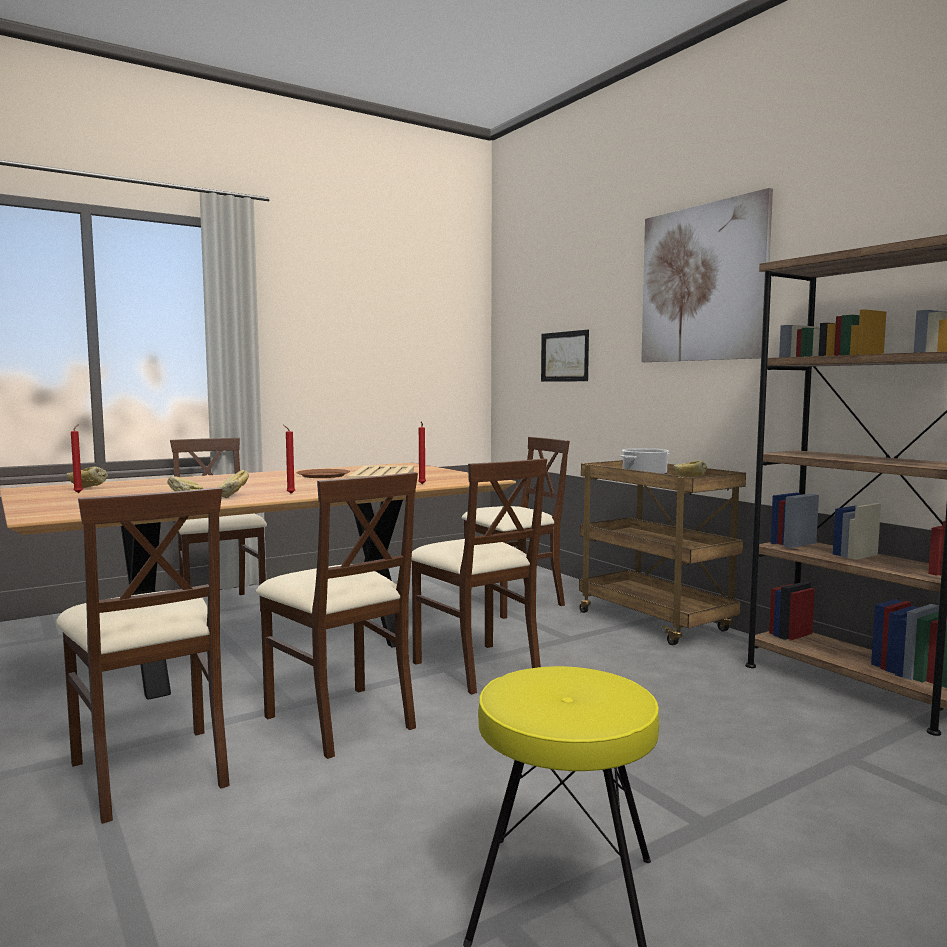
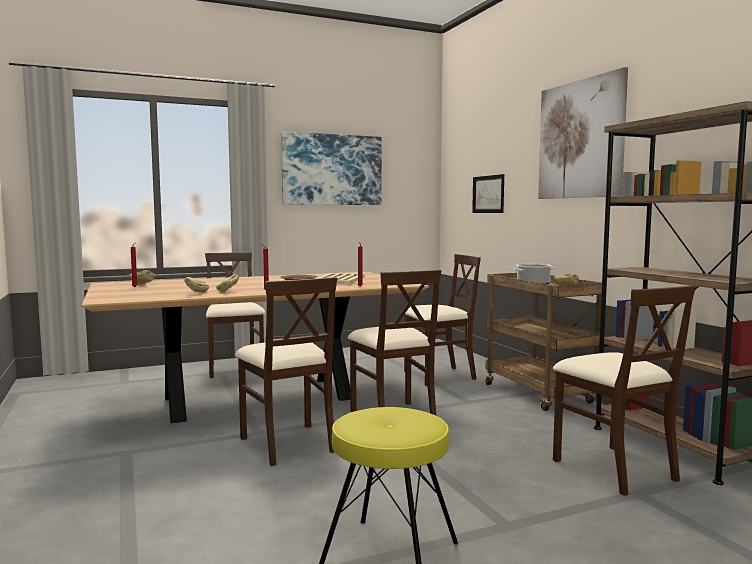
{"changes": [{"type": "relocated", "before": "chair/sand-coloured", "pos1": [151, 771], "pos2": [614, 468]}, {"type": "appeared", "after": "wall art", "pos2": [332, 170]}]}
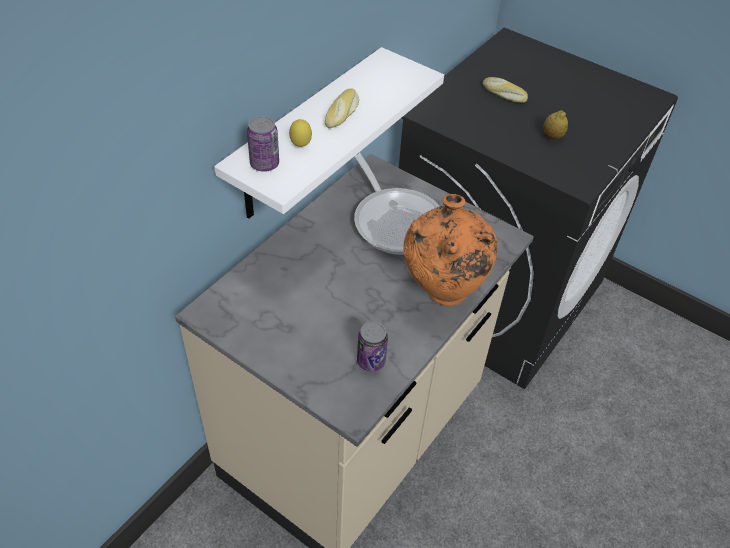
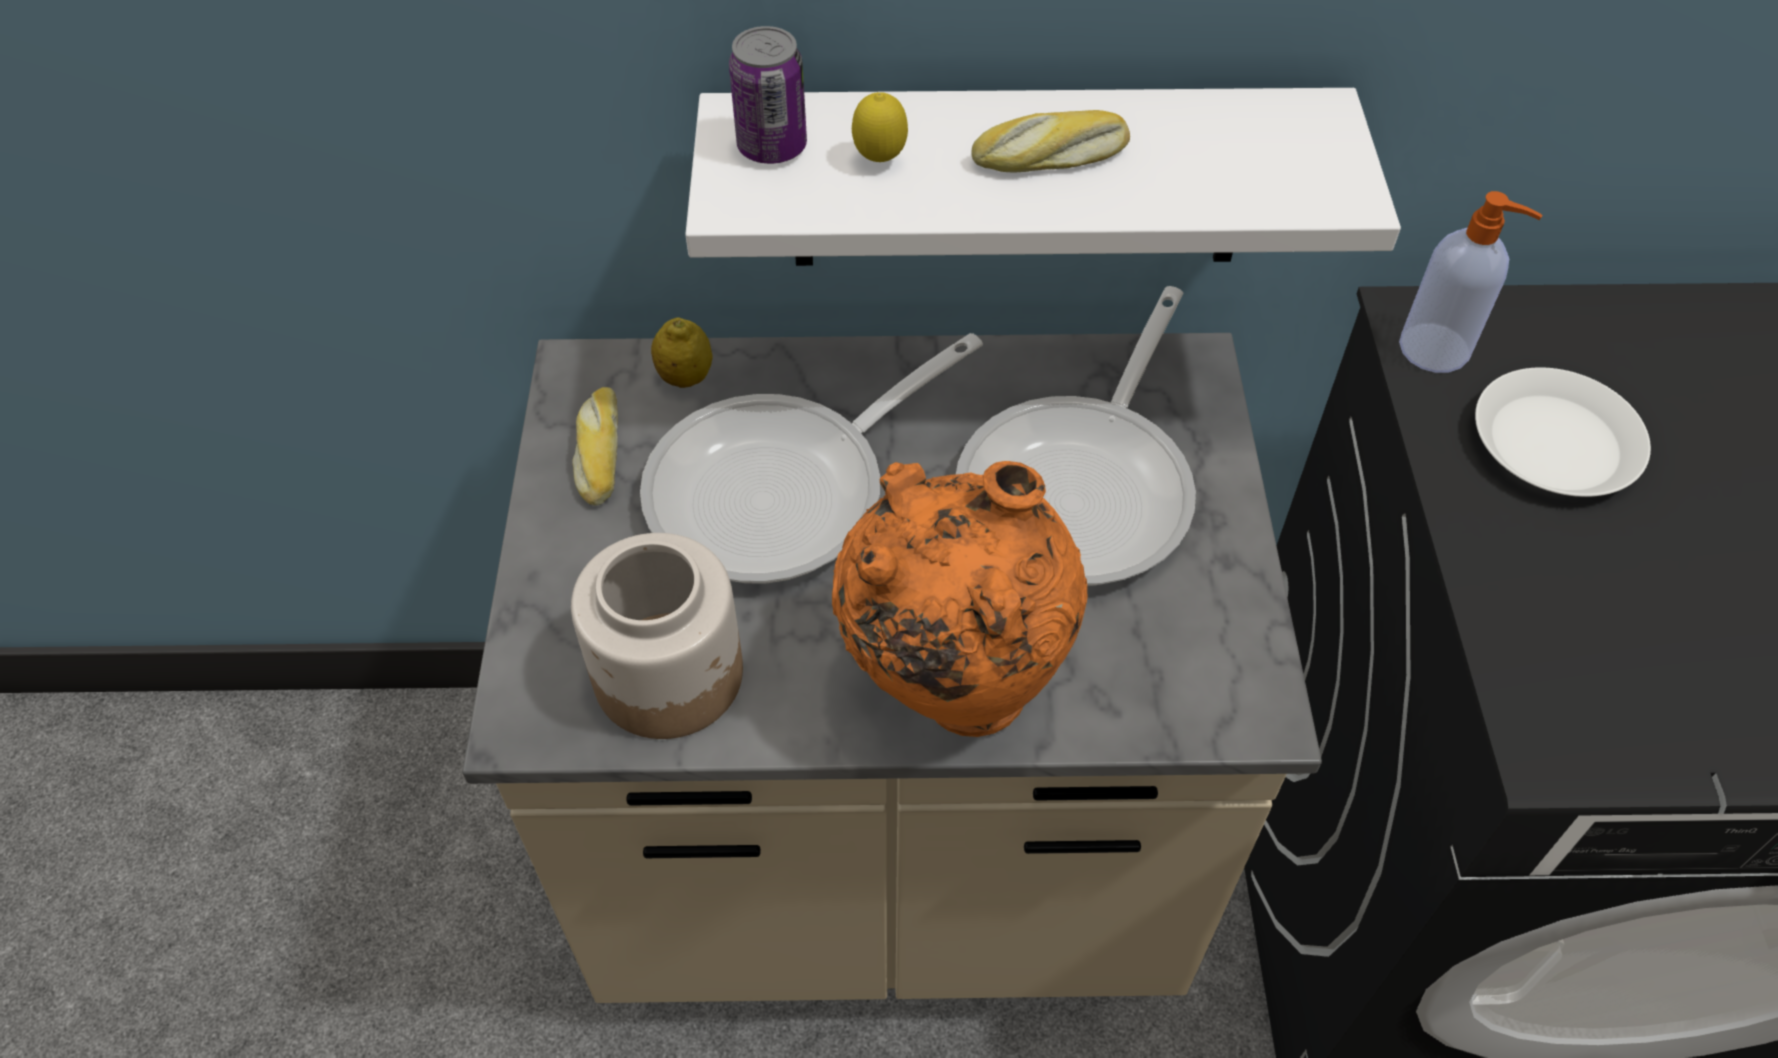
{"changes": [{"type": "exchanged", "before": "sealed can", "after": "jar", "pos1": [371, 361], "pos2": [671, 675]}, {"type": "relocated", "before": "bread", "pos1": [503, 95], "pos2": [598, 454]}, {"type": "relocated", "before": "lemon", "pos1": [552, 137], "pos2": [685, 377]}, {"type": "appeared", "after": "skillet", "pos2": [785, 490]}, {"type": "appeared", "after": "liquid soap bottle", "pos2": [1437, 350]}, {"type": "appeared", "after": "flat dish/whitish", "pos2": [1555, 444]}]}
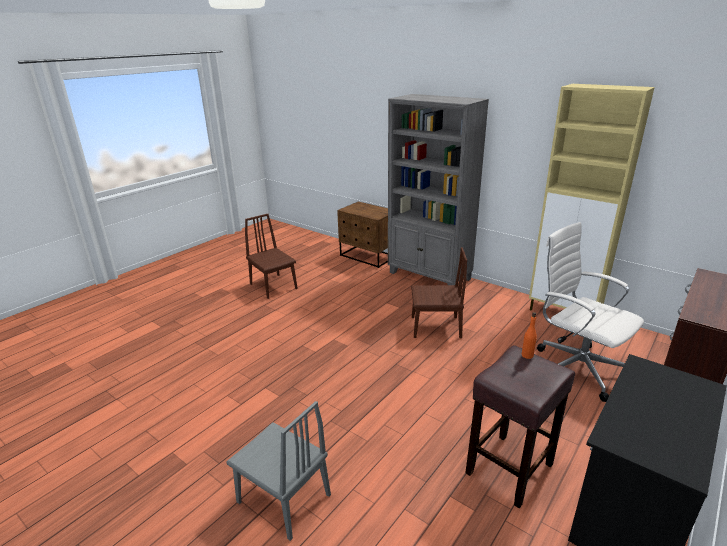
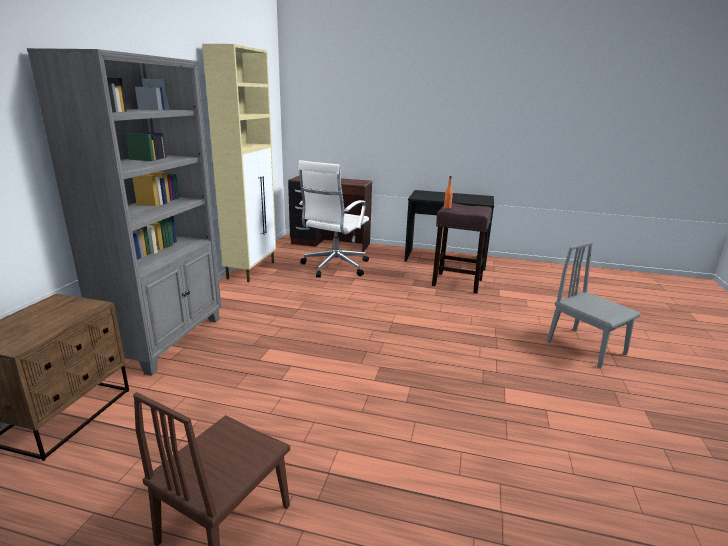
{"changes": [{"type": "spun", "before": "chair/gray", "pos1": [283, 498], "pos2": [586, 347], "turn": -45}, {"type": "missing", "before": "chair/brown-coloured", "pos1": [435, 327]}]}
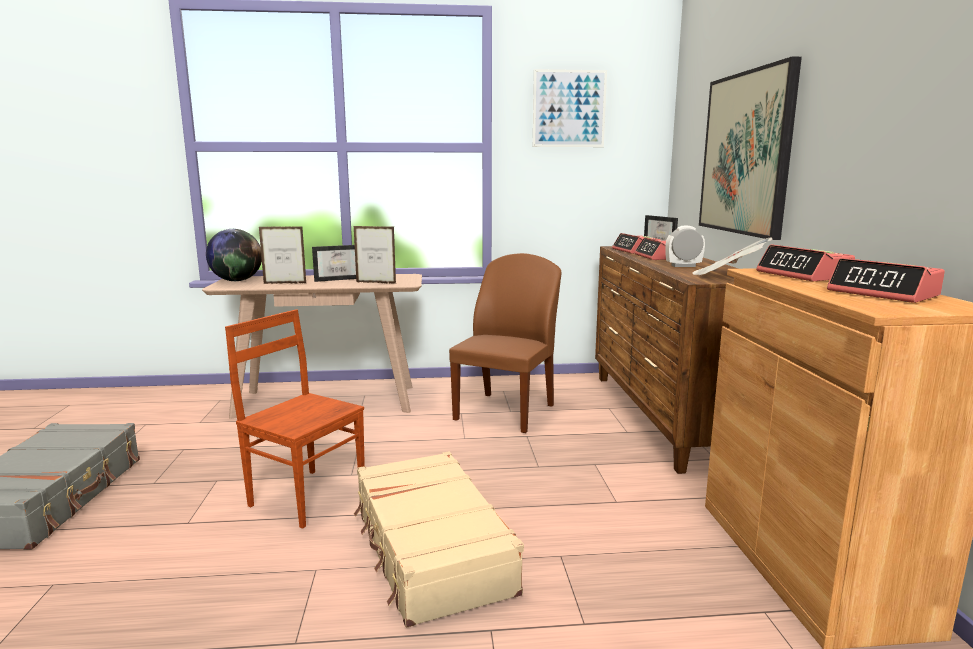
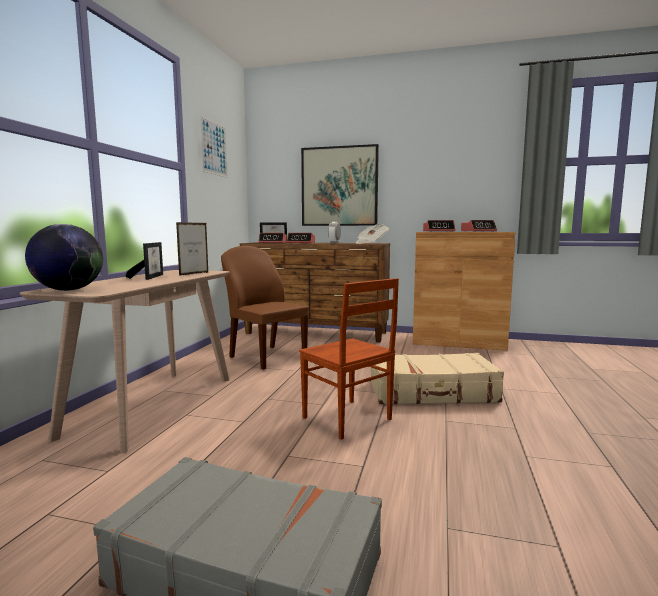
{"changes": [{"type": "spun", "before": "chair/brown-coloured", "pos1": [307, 496], "pos2": [347, 419], "turn": -90}, {"type": "missing", "before": "picture frame", "pos1": [285, 283]}]}
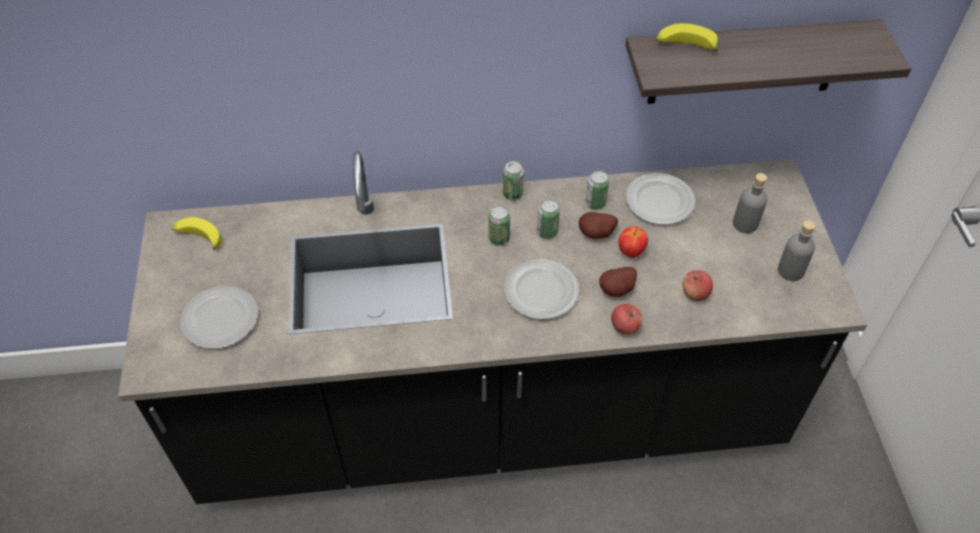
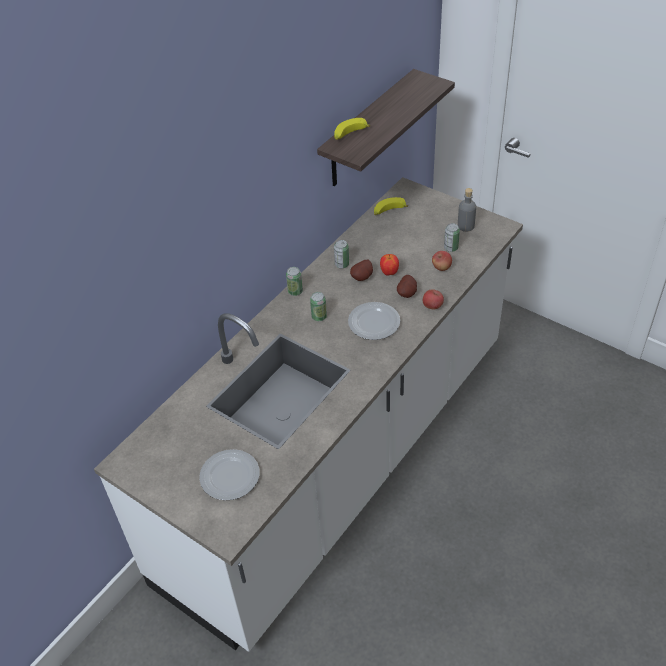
{"changes": [{"type": "colour", "before": "counter/black-coloured", "after": "counter/whitish", "pos1": [490, 416], "pos2": [341, 459]}, {"type": "relocated", "before": "banana fruit", "pos1": [198, 238], "pos2": [388, 211]}, {"type": "relocated", "before": "sealed can", "pos1": [547, 232], "pos2": [451, 248]}, {"type": "missing", "before": "flat dish", "pos1": [659, 202]}, {"type": "missing", "before": "bottle/gray", "pos1": [745, 224]}]}
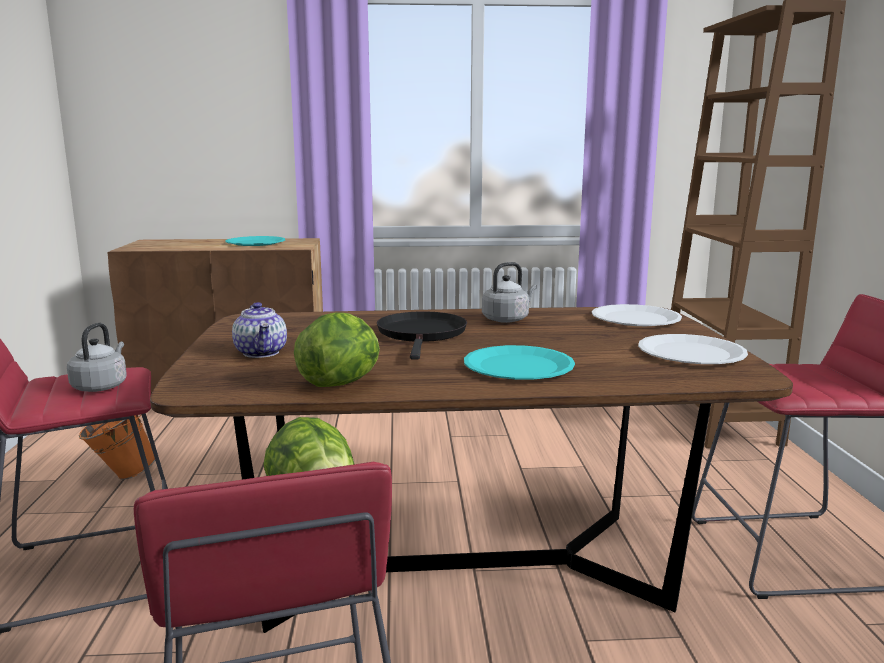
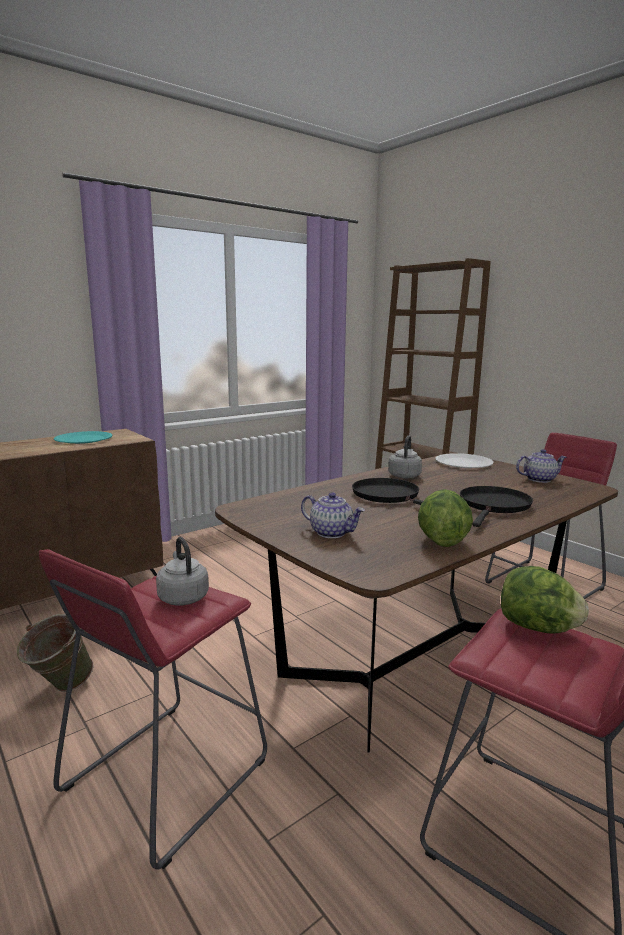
{"changes": [{"type": "colour", "before": "bucket/orange-coloured", "after": "bucket/green-coloured", "pos1": [121, 476], "pos2": [59, 688]}, {"type": "exchanged", "before": "flat dish/blue-green", "after": "skillet/black-coloured", "pos1": [519, 366], "pos2": [494, 506]}, {"type": "exchanged", "before": "flat dish/whitish", "after": "tea pot", "pos1": [691, 353], "pos2": [539, 479]}]}
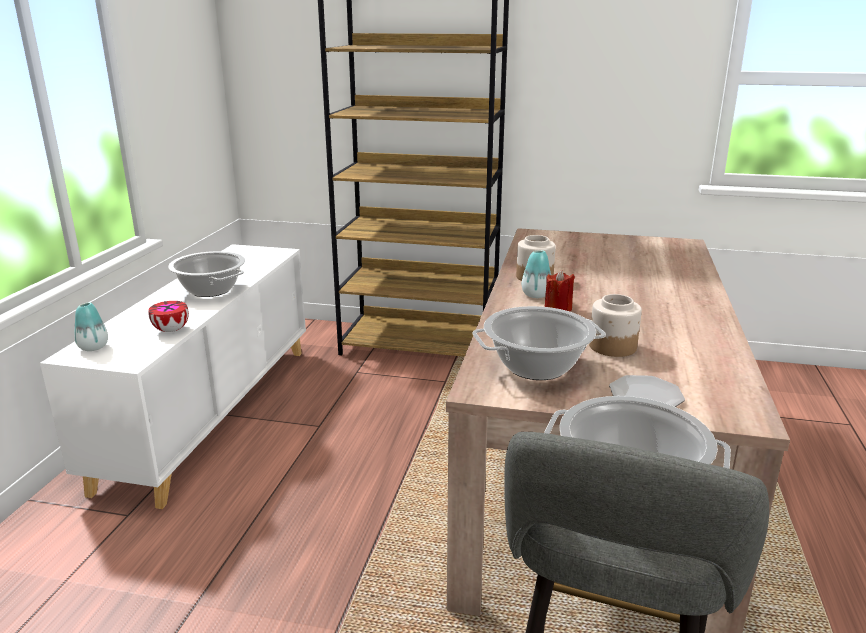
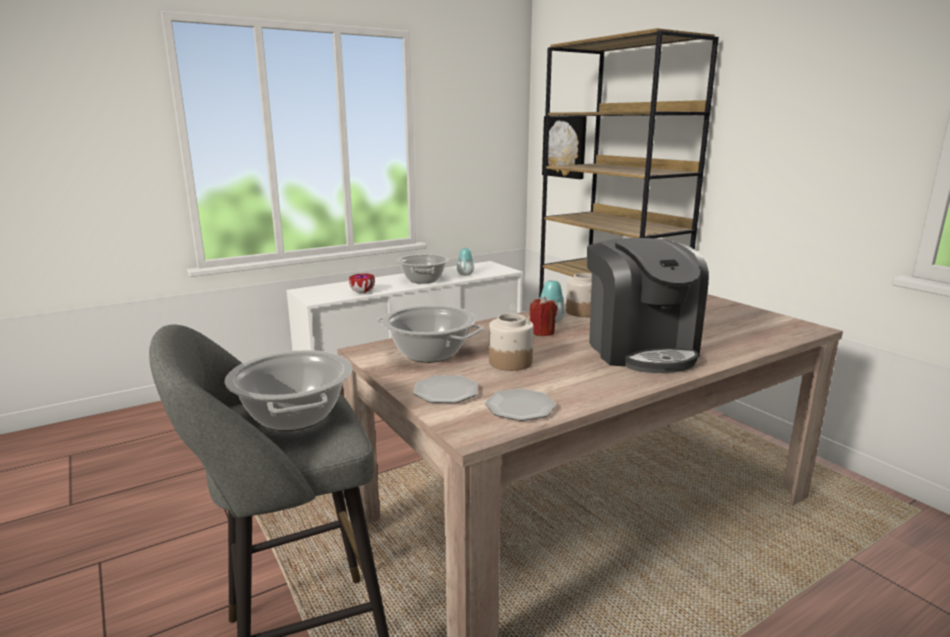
{"changes": [{"type": "relocated", "before": "decorative vase", "pos1": [93, 347], "pos2": [465, 274]}, {"type": "appeared", "after": "flat dish", "pos2": [519, 407]}, {"type": "appeared", "after": "wall art", "pos2": [565, 146]}, {"type": "appeared", "after": "coffee machine", "pos2": [640, 349]}]}
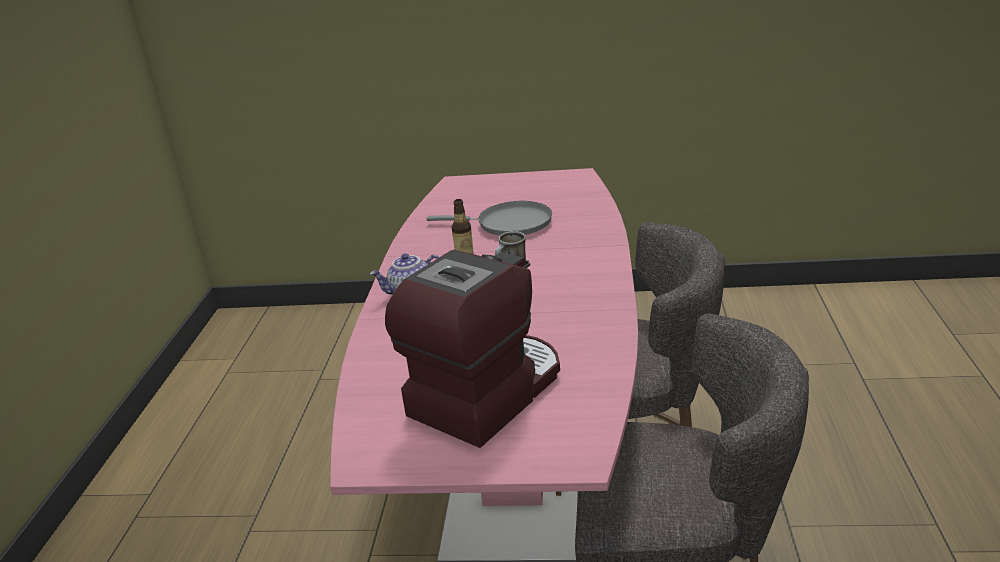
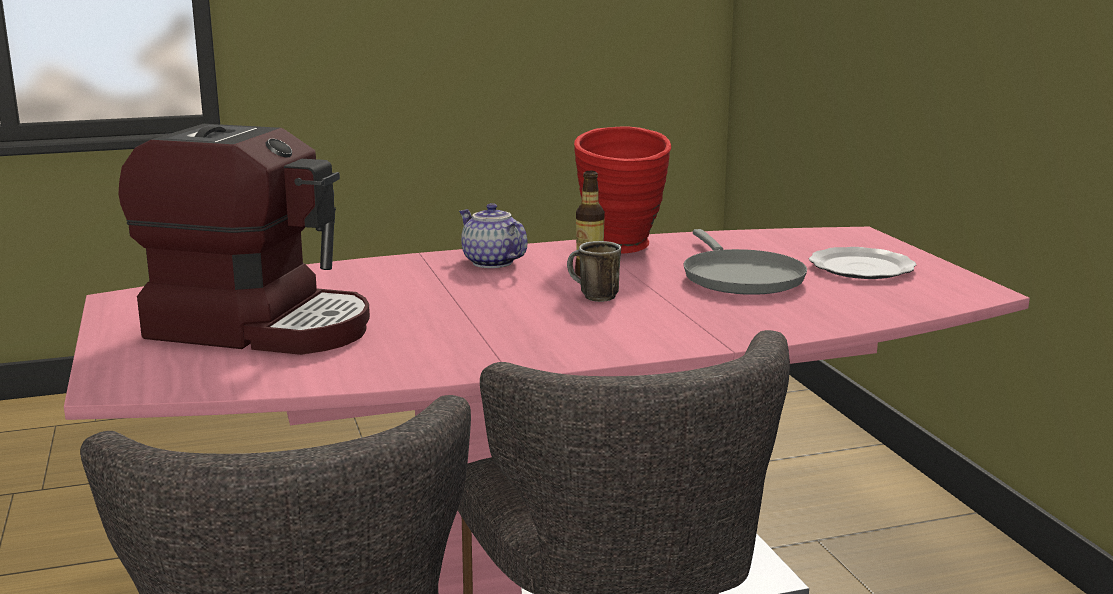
{"changes": [{"type": "appeared", "after": "decorative vase/red", "pos2": [622, 250]}, {"type": "appeared", "after": "flat dish", "pos2": [862, 268]}]}
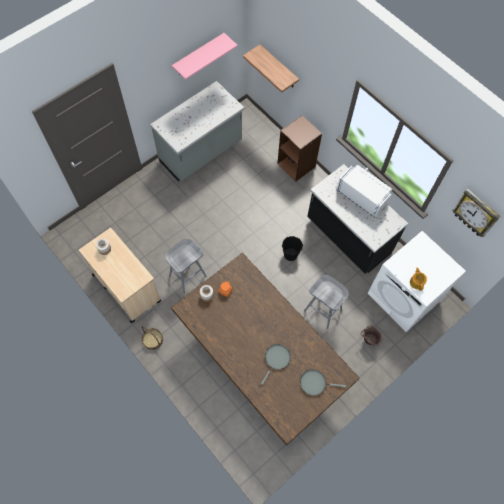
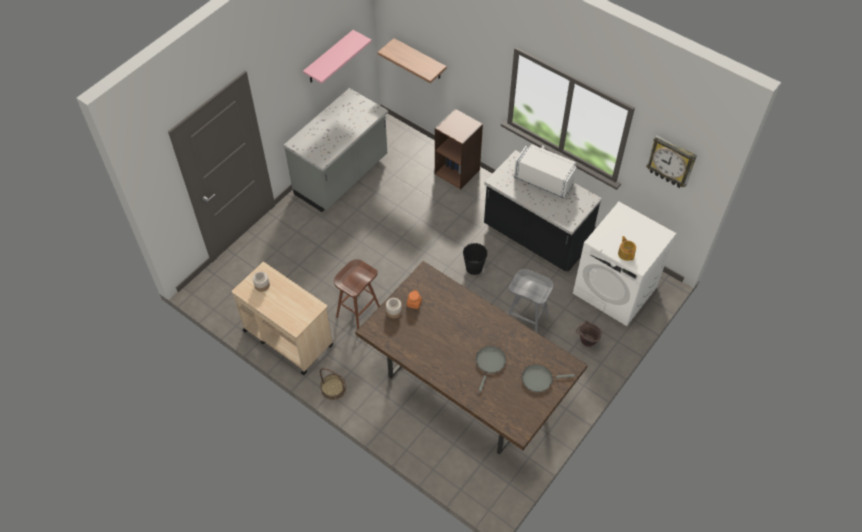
{"changes": [{"type": "colour", "before": "sitting stool/gray", "after": "sitting stool/brown-coloured", "pos1": [187, 276], "pos2": [358, 312]}]}
